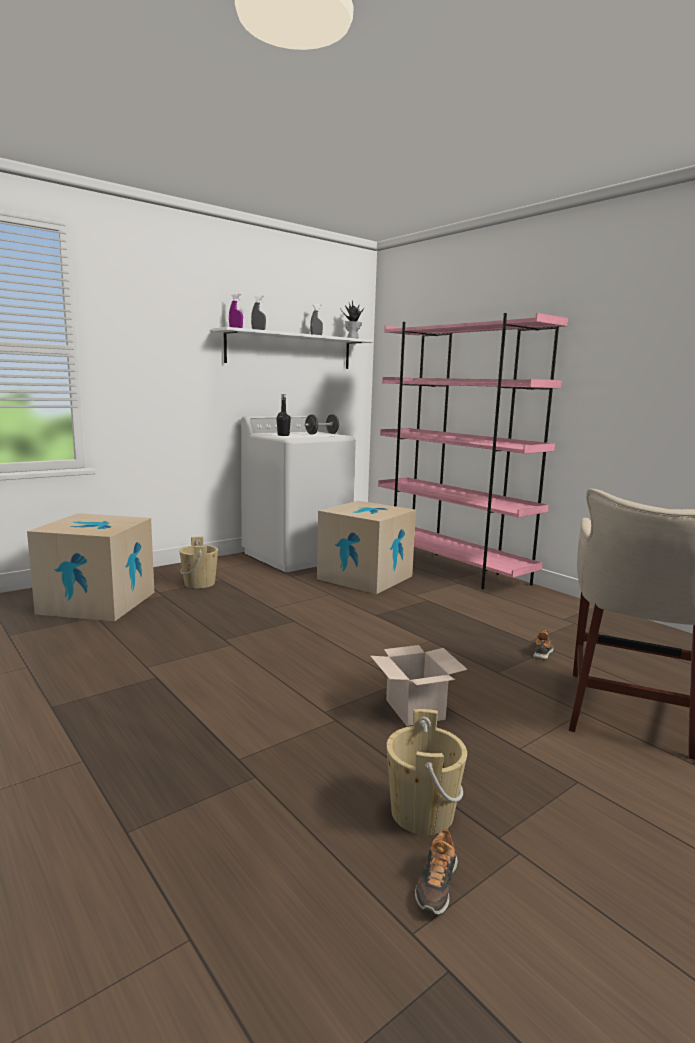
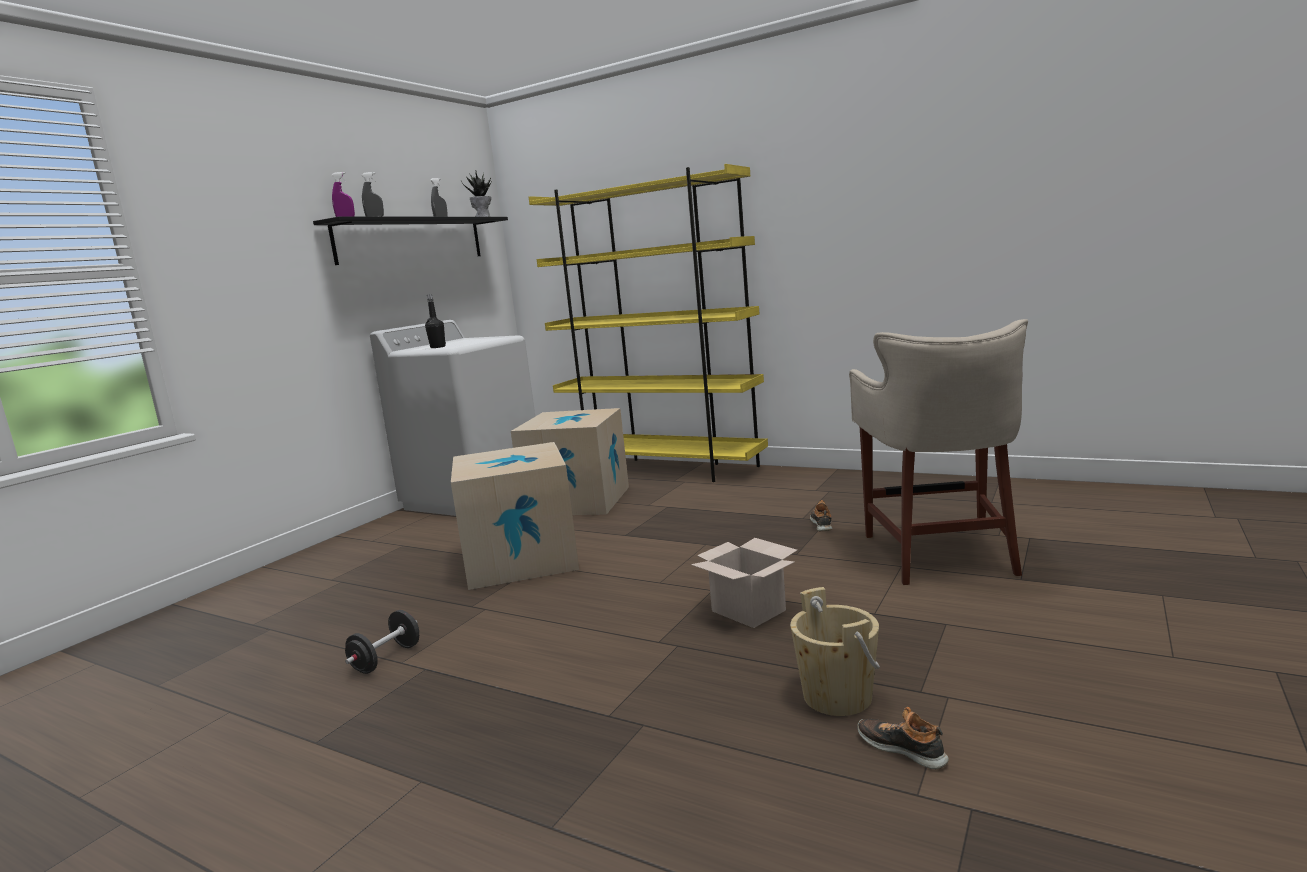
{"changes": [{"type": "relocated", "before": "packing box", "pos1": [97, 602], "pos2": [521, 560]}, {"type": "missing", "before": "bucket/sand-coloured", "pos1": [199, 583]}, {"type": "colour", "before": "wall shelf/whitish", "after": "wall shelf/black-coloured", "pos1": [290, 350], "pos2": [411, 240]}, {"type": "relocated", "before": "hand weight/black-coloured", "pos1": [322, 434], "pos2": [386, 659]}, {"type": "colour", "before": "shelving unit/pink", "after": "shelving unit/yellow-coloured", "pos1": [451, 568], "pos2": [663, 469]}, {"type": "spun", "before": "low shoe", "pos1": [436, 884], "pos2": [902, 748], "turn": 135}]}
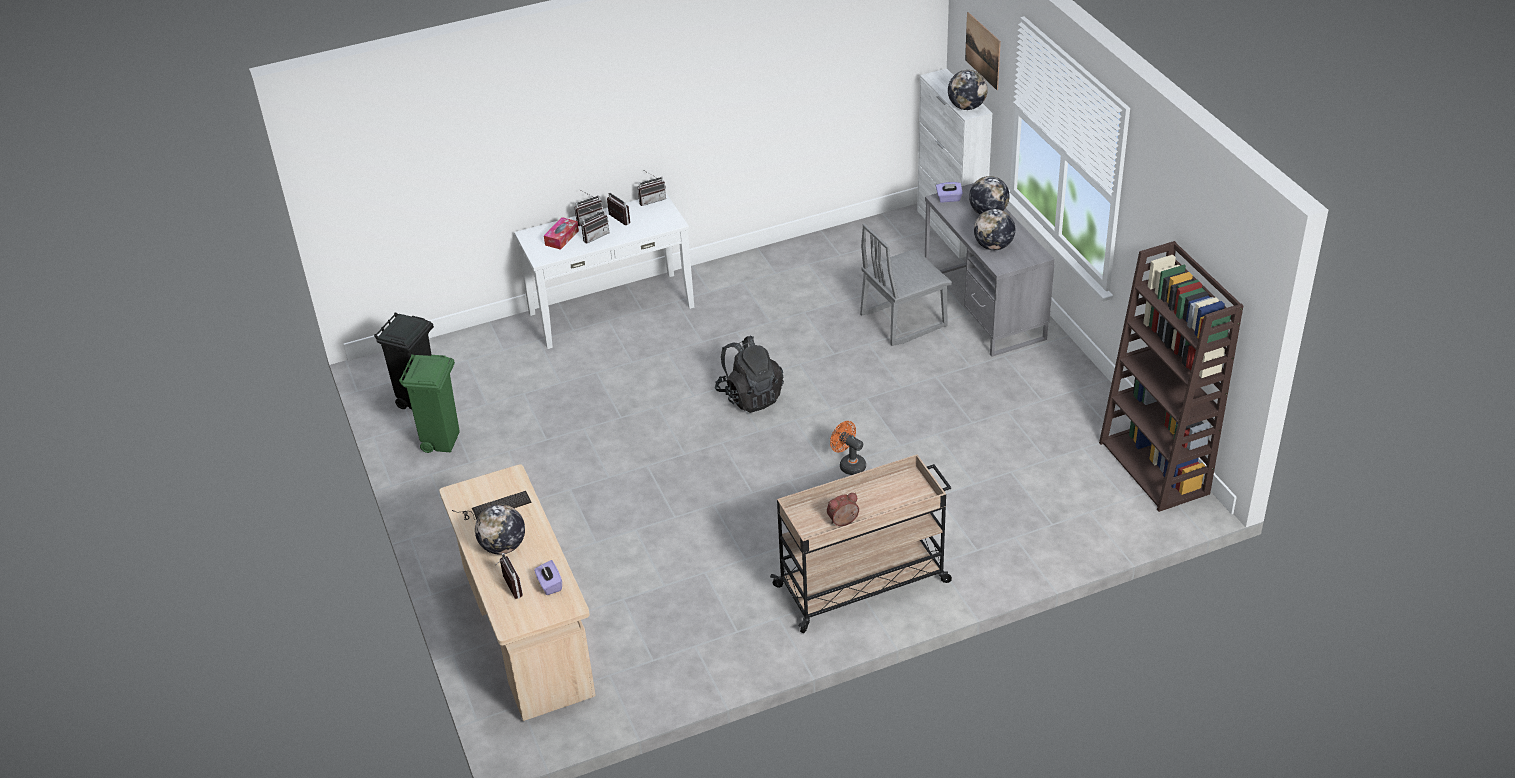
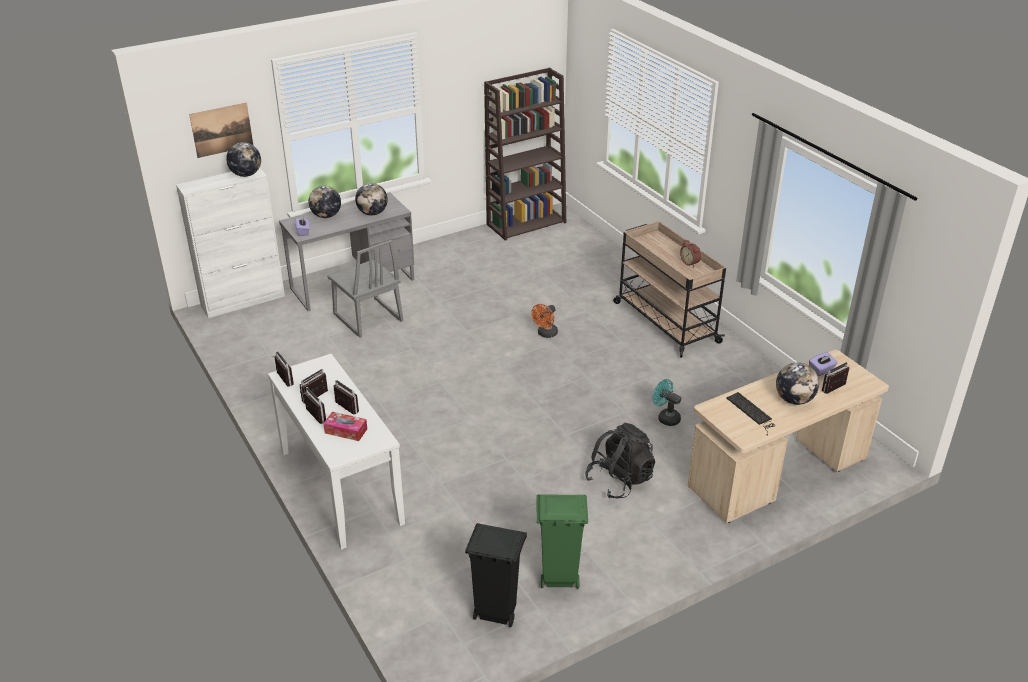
{"changes": [{"type": "relocated", "before": "knapsack/black-coloured", "pos1": [750, 396], "pos2": [619, 480]}, {"type": "appeared", "after": "cooling fan/blue-green", "pos2": [665, 417]}]}
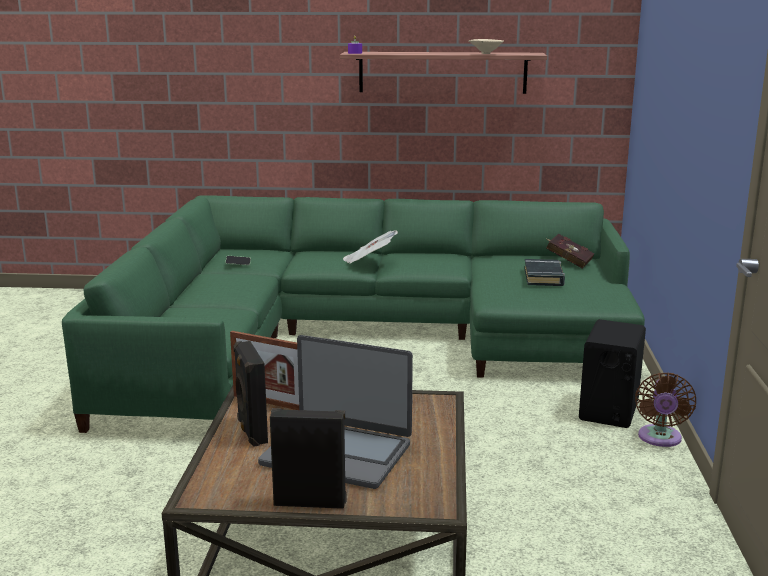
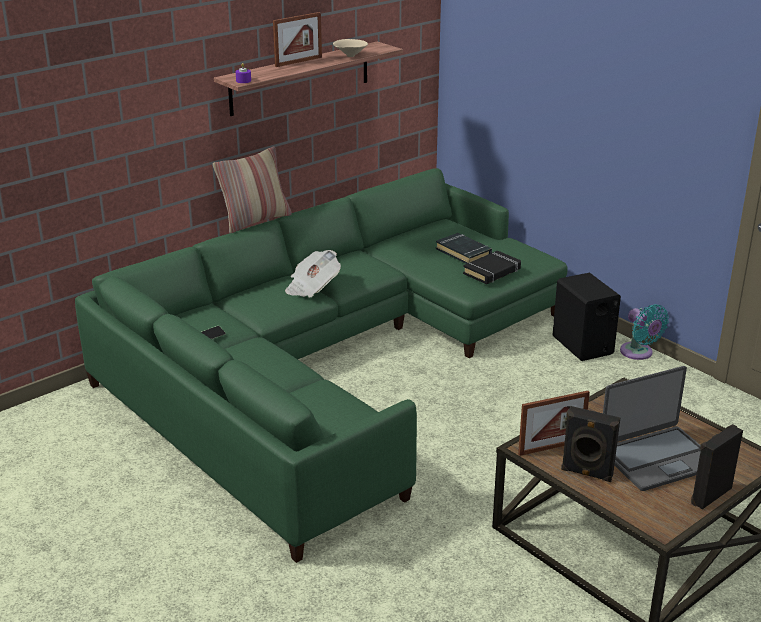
{"changes": [{"type": "missing", "before": "bound book/red", "pos1": [567, 262]}, {"type": "colour", "before": "cooling fan/brown-coloured", "after": "cooling fan/blue-green", "pos1": [659, 439], "pos2": [638, 353]}, {"type": "appeared", "after": "throw pillow", "pos2": [255, 221]}, {"type": "appeared", "after": "picture frame", "pos2": [298, 62]}, {"type": "appeared", "after": "bound book/black-coloured", "pos2": [492, 271]}]}
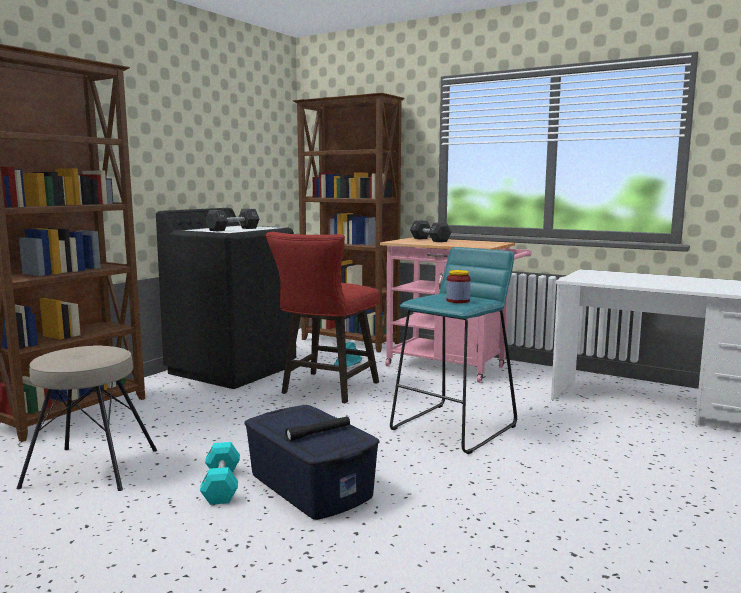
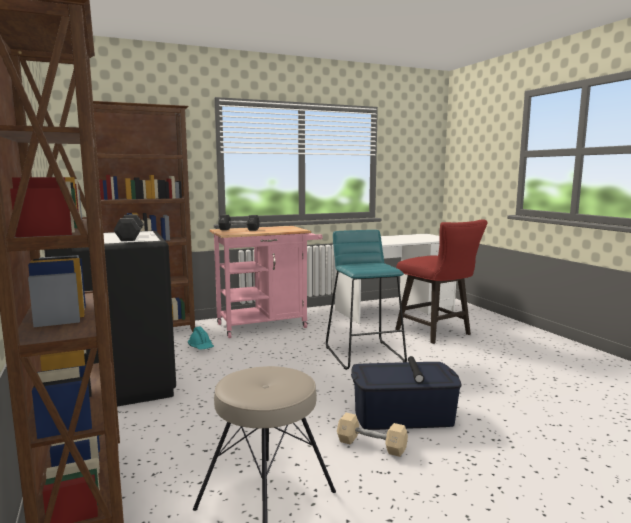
{"changes": [{"type": "colour", "before": "hand weight/blue-green", "after": "hand weight/sand-coloured", "pos1": [221, 485], "pos2": [371, 445]}, {"type": "relocated", "before": "sitting stool/red", "pos1": [326, 390], "pos2": [437, 333]}, {"type": "missing", "before": "jar", "pos1": [458, 301]}]}
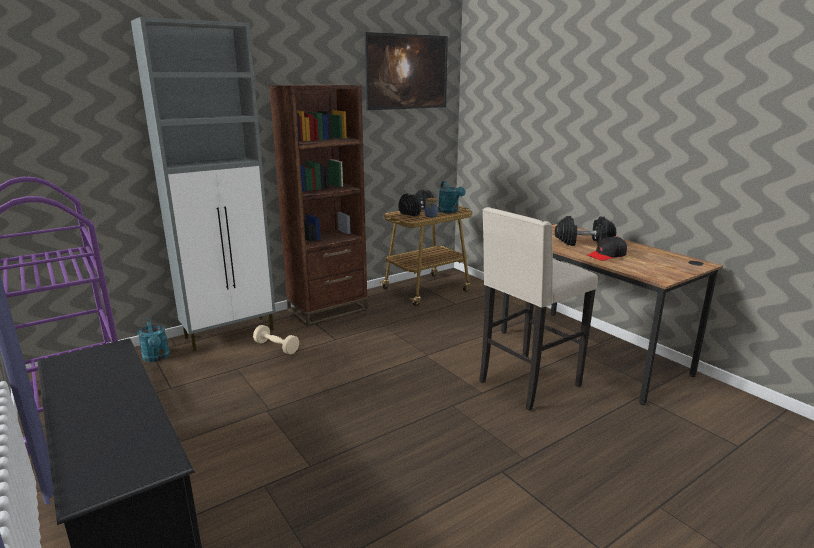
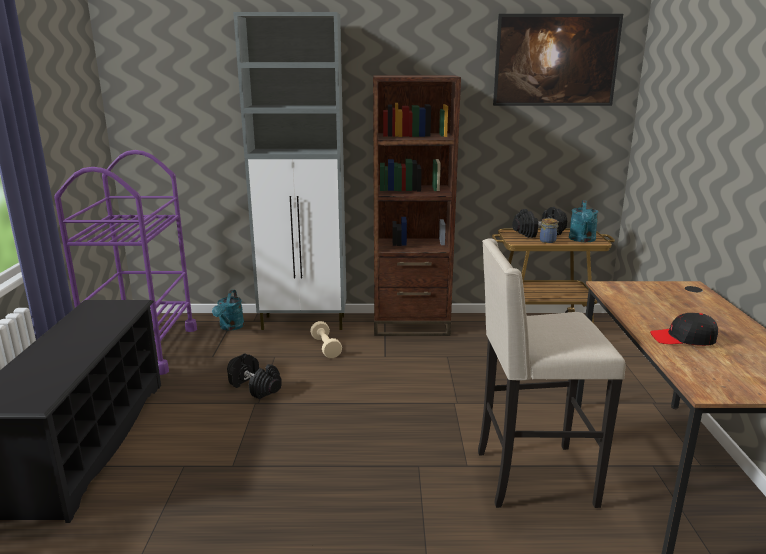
{"changes": [{"type": "relocated", "before": "hand weight/black-coloured", "pos1": [583, 242], "pos2": [255, 387]}]}
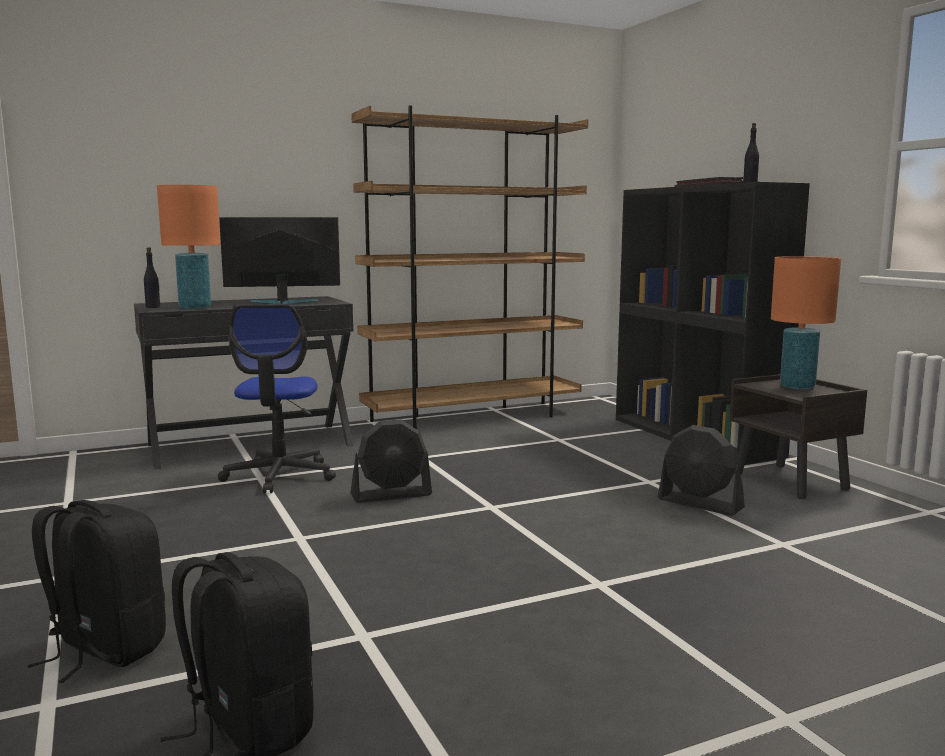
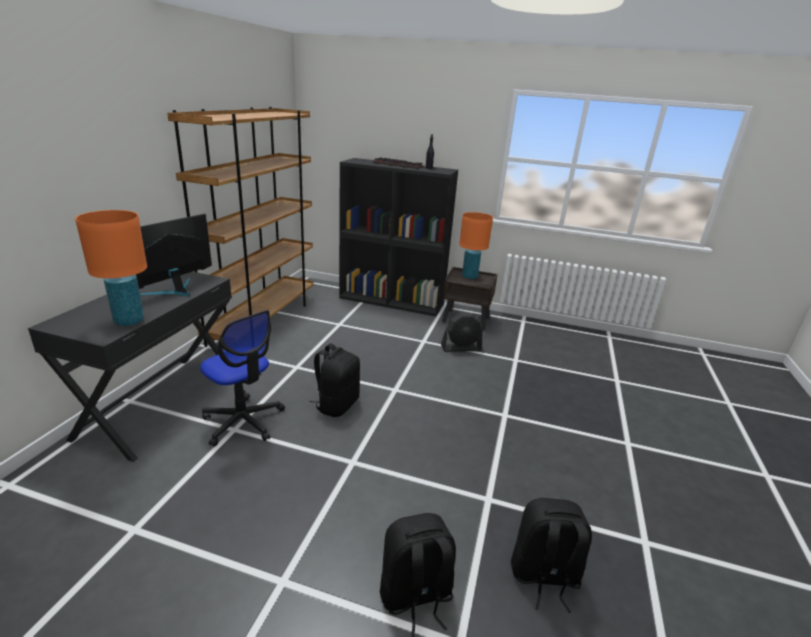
{"changes": [{"type": "missing", "before": "bottle/black-coloured", "pos1": [153, 307]}, {"type": "exchanged", "before": "cooling fan/black-coloured", "after": "knapsack/black-coloured", "pos1": [391, 495], "pos2": [336, 405]}]}
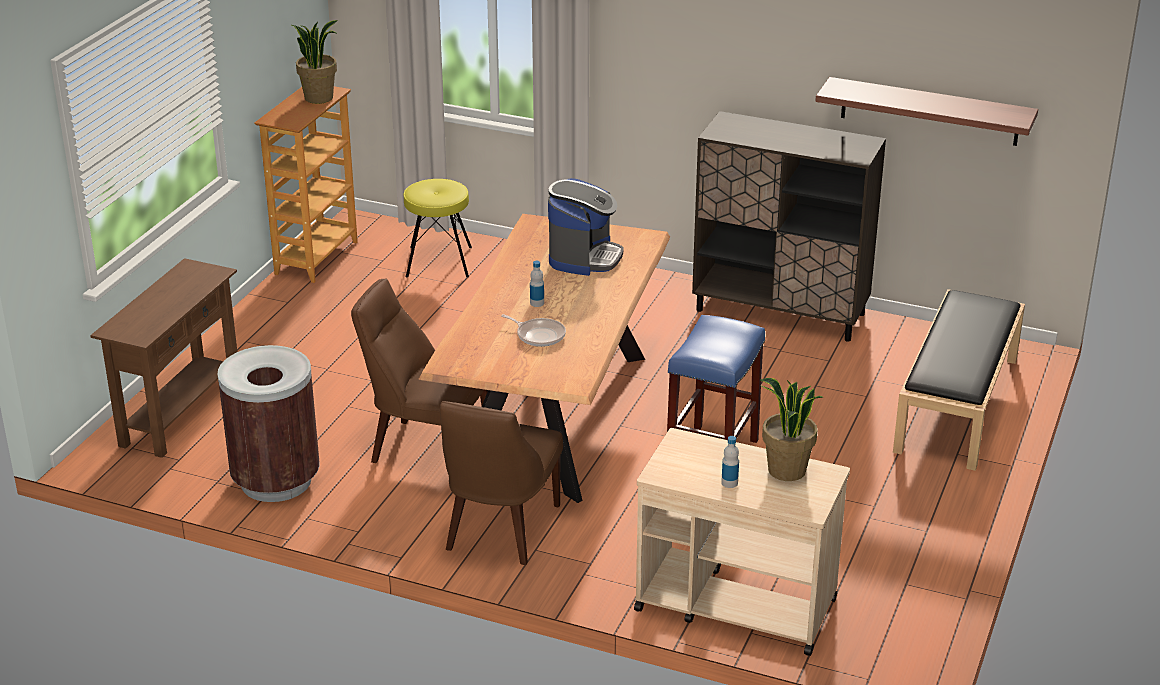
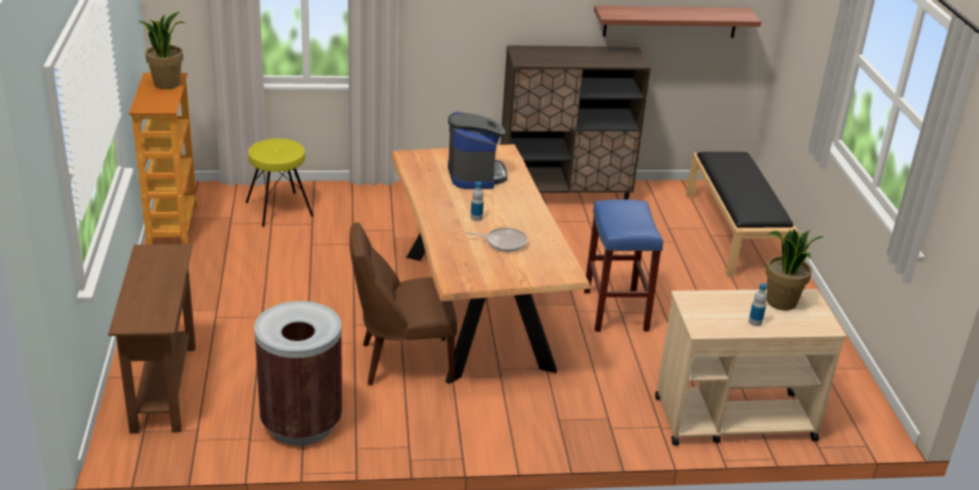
{"changes": [{"type": "missing", "before": "chair/brown-coloured", "pos1": [500, 530]}]}
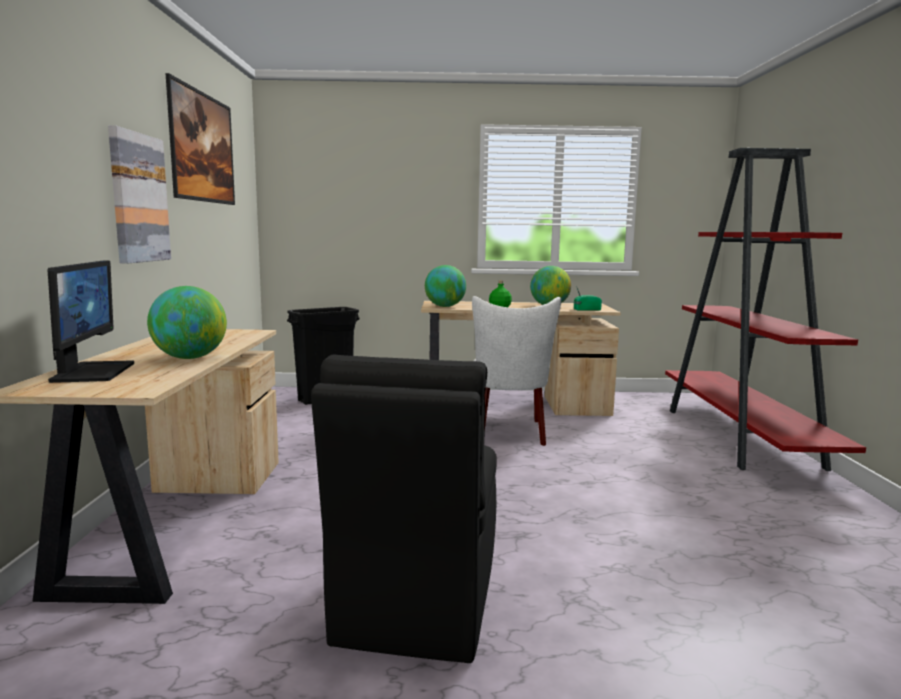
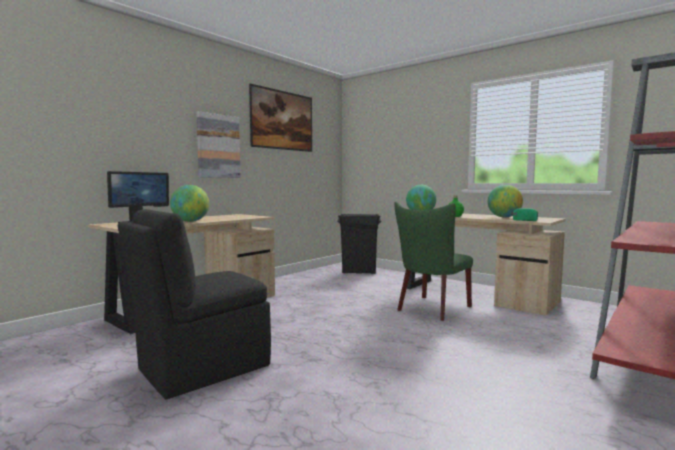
{"changes": [{"type": "colour", "before": "chair/whitish", "after": "chair/green-coloured", "pos1": [509, 434], "pos2": [431, 309]}]}
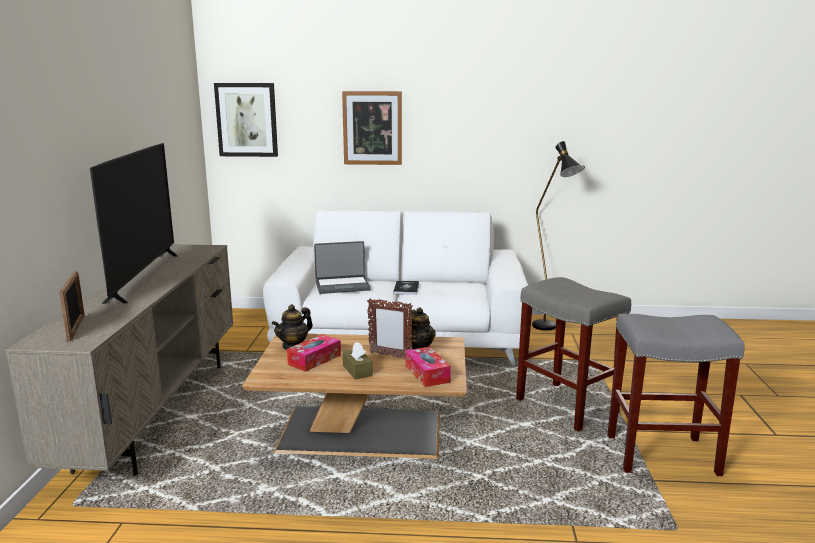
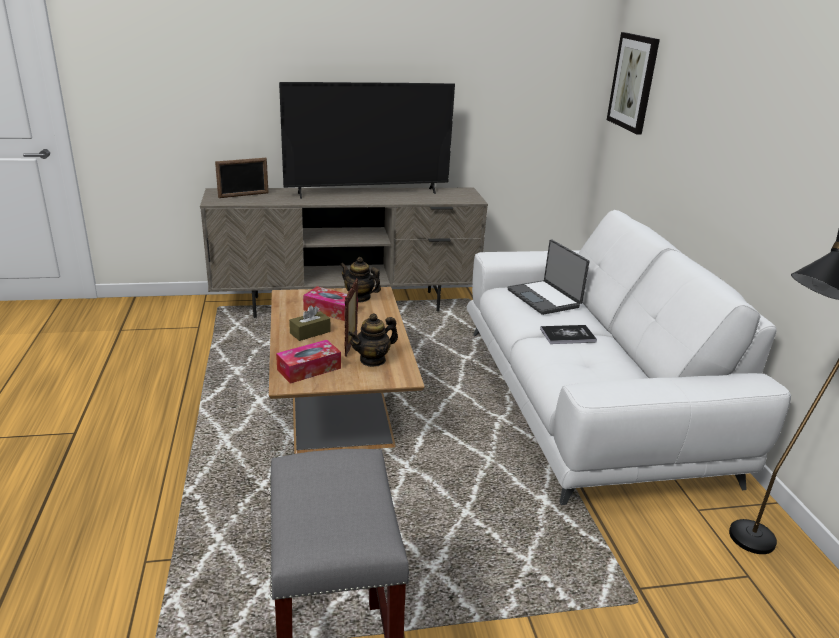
{"changes": [{"type": "missing", "before": "wall art", "pos1": [372, 128]}, {"type": "missing", "before": "sitting stool/gray", "pos1": [565, 406]}]}
